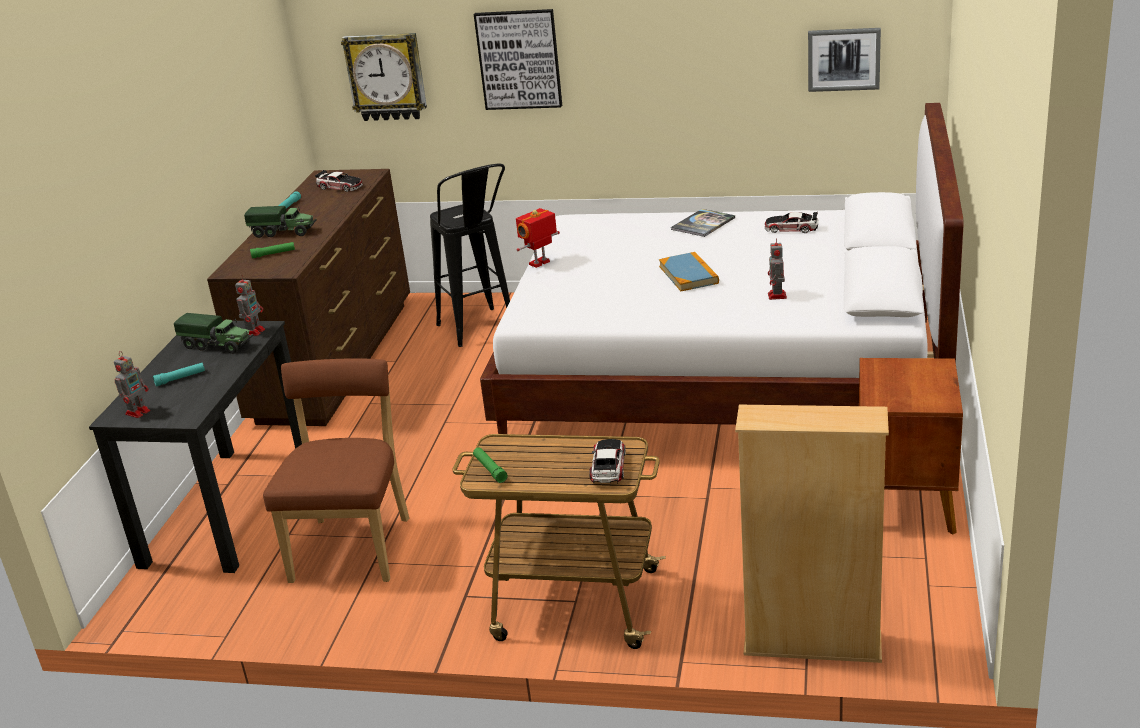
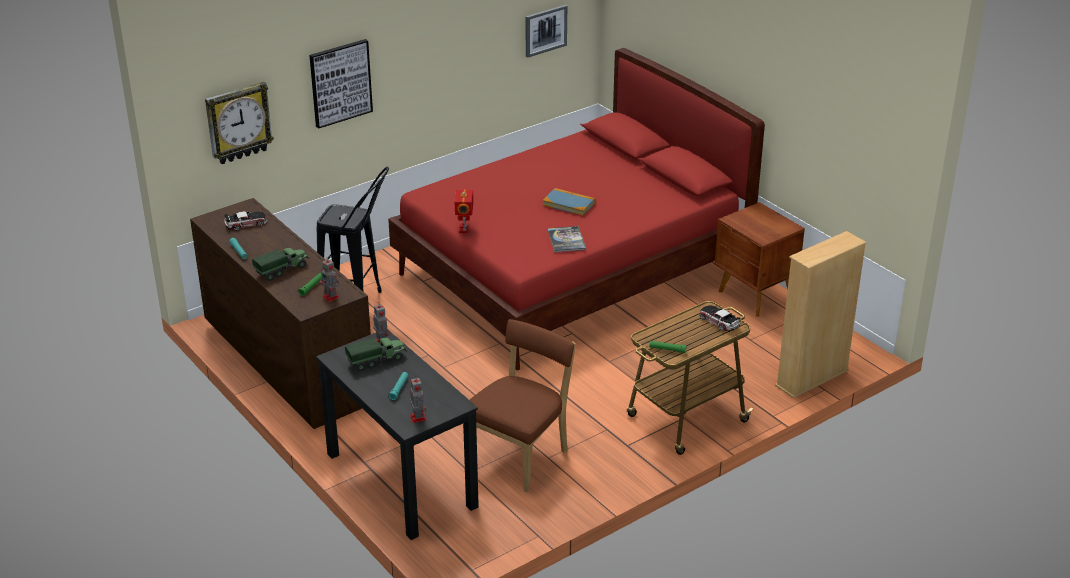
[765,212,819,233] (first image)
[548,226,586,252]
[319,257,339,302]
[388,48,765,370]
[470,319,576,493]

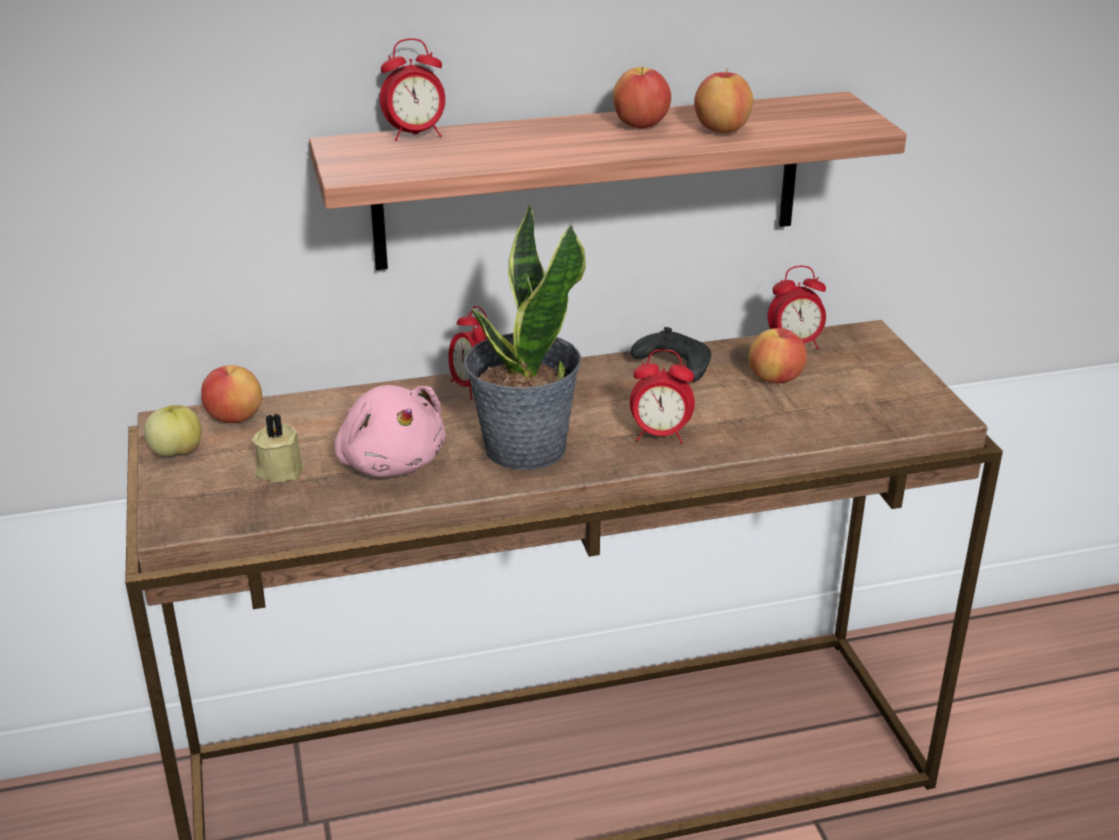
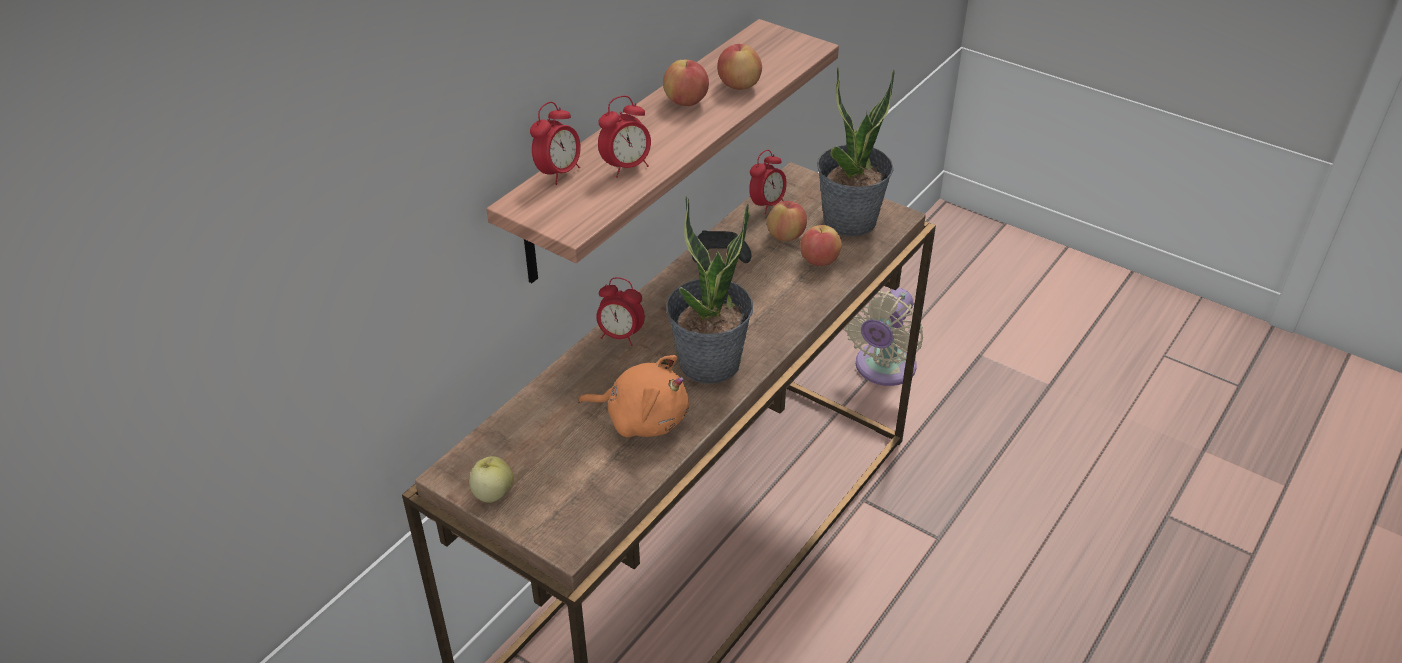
[252,414,304,482] (first image)
[817,66,895,237]
[843,288,923,386]
[800,225,842,266]
[598,96,651,178]
[578,355,689,438]

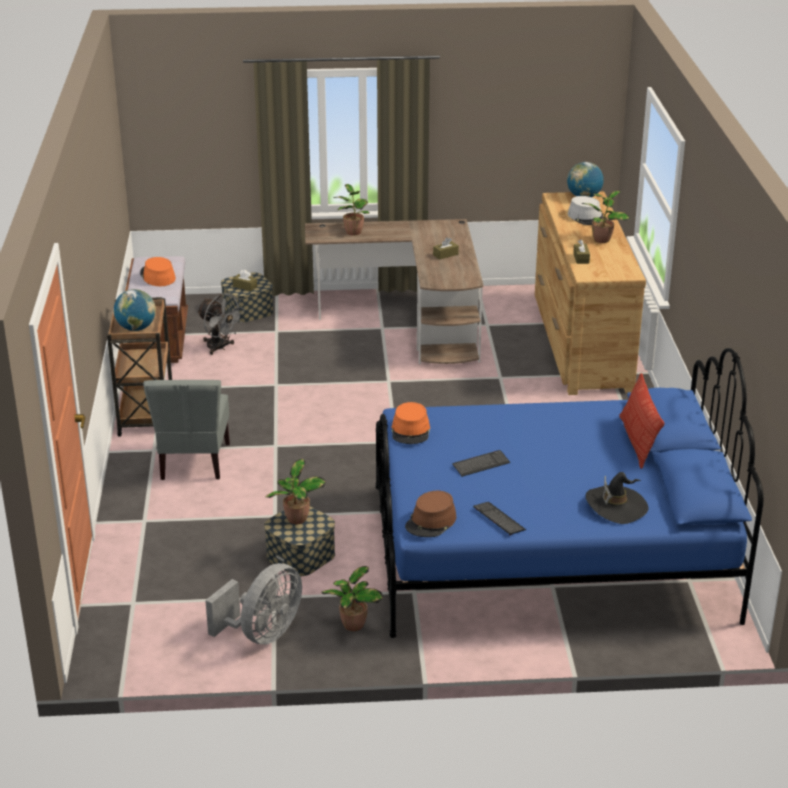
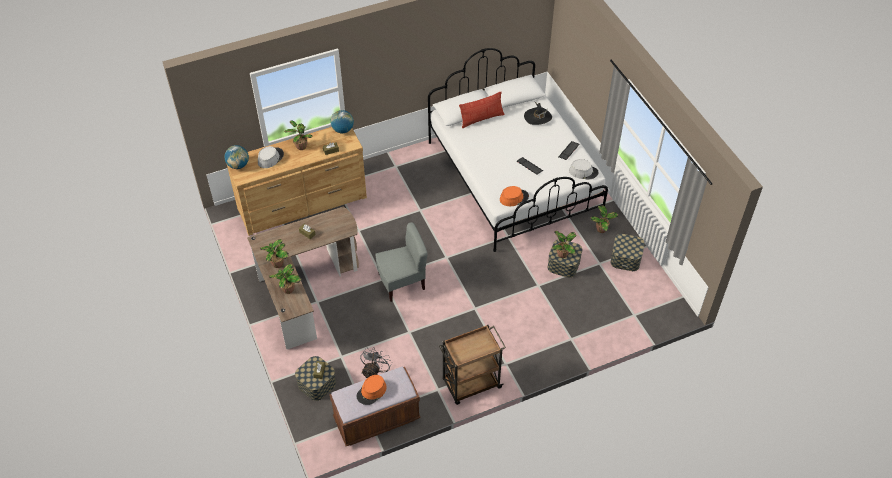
[260,239,289,268]
[331,110,354,133]
[375,222,428,302]
[611,234,645,271]
[428,48,608,252]
[569,159,599,180]

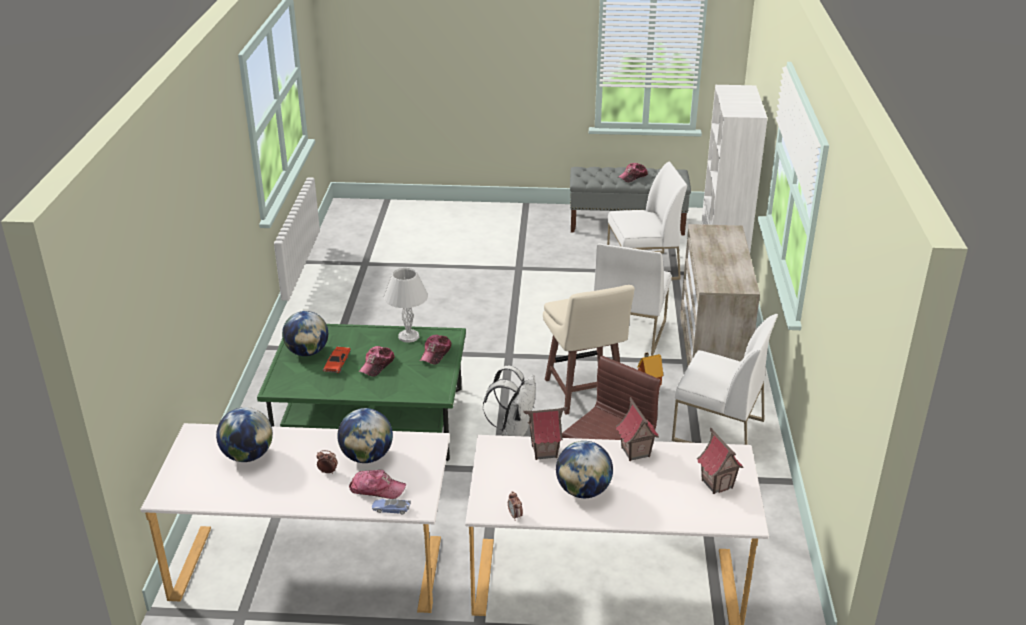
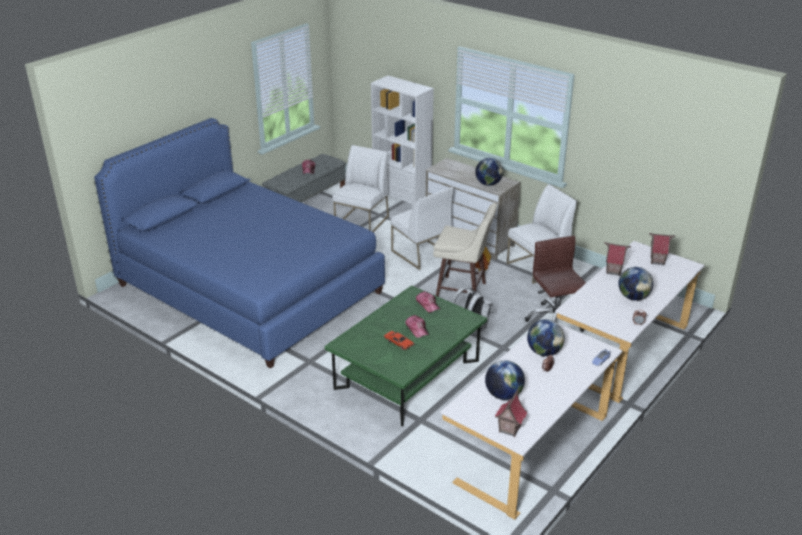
[349,470,406,499] (first image)
[383,268,428,343] (first image)
[94,118,385,369]
[475,158,503,186]
[495,388,527,437]

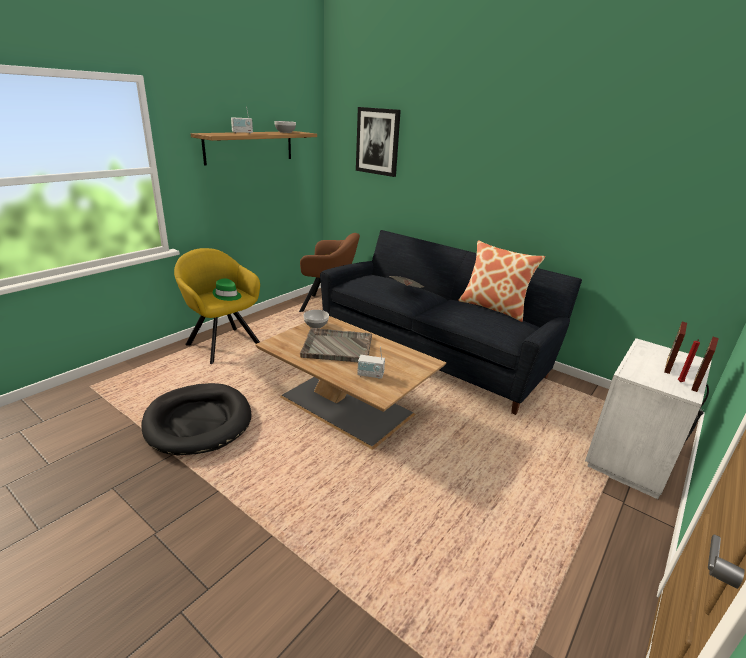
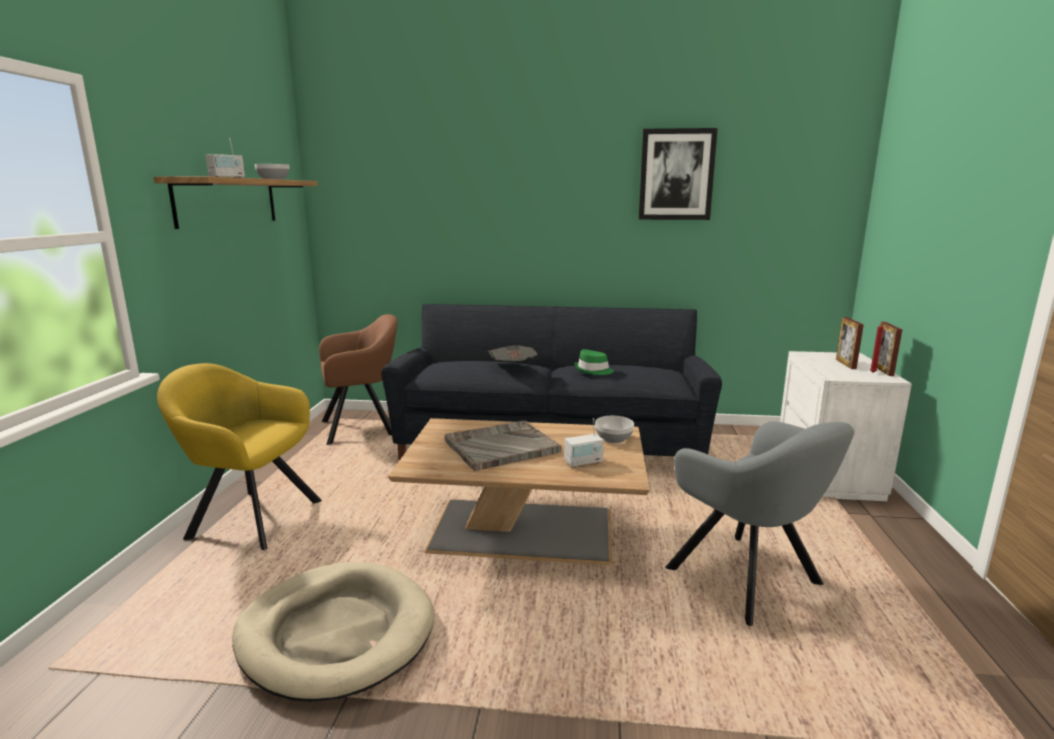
[458,240,545,322] (first image)
[665,421,854,626]
[574,349,614,375]
[595,416,634,443]
[639,128,718,220]
[232,562,434,702]

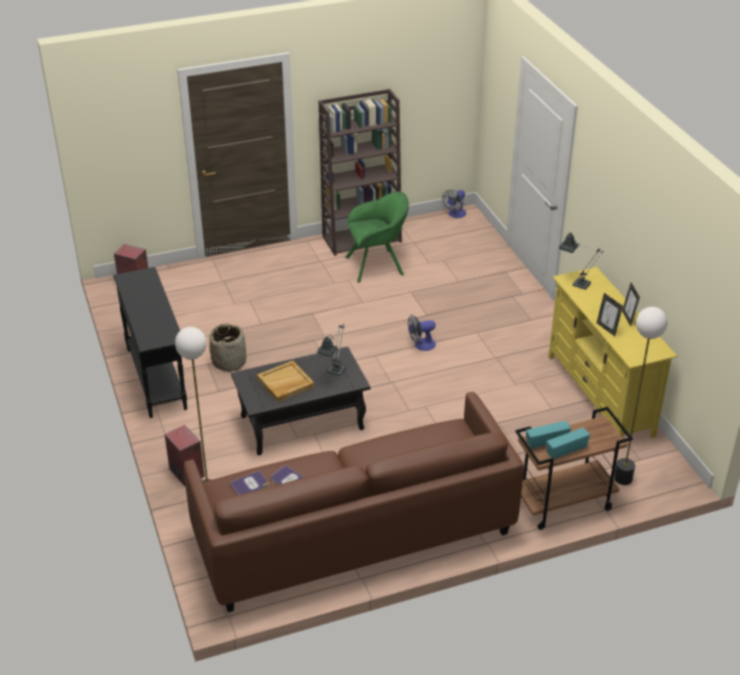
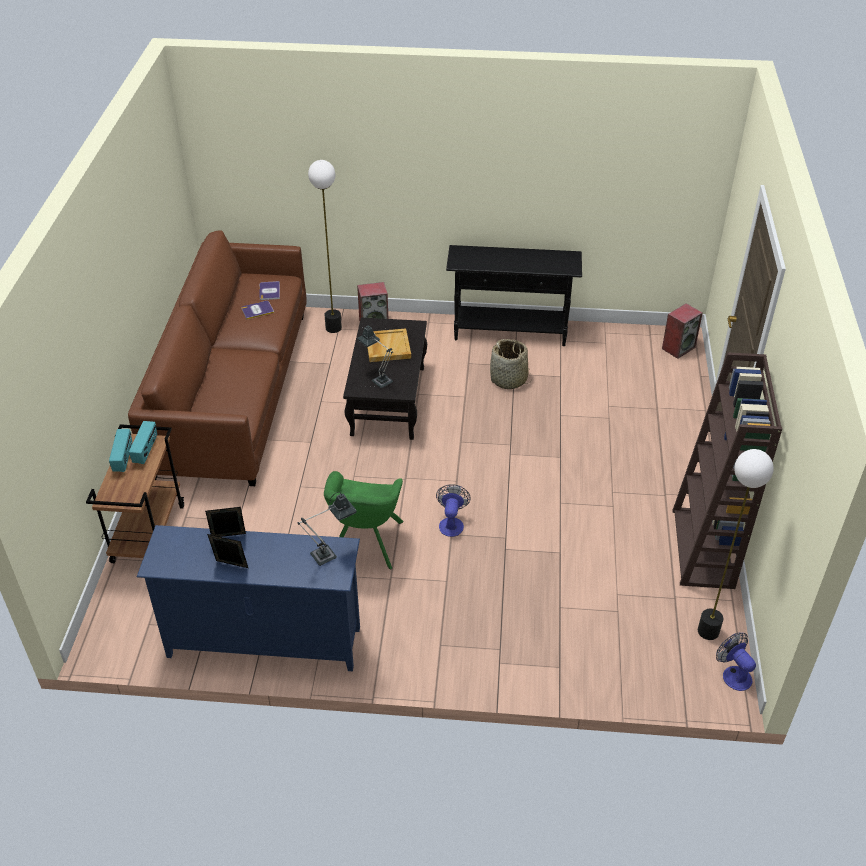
[324,471,403,570]
[698,449,774,640]
[137,525,360,671]

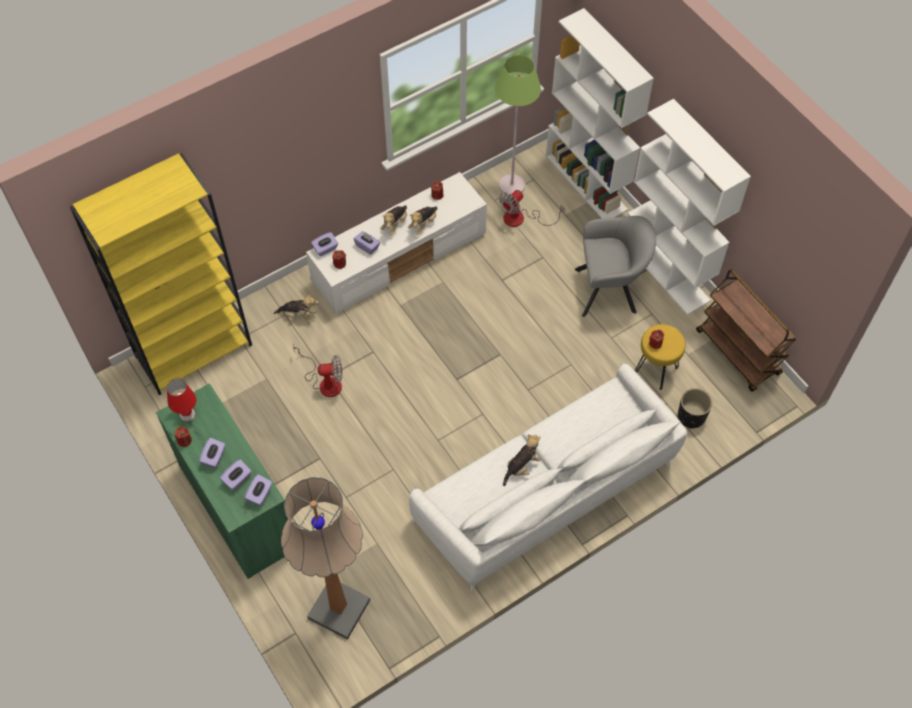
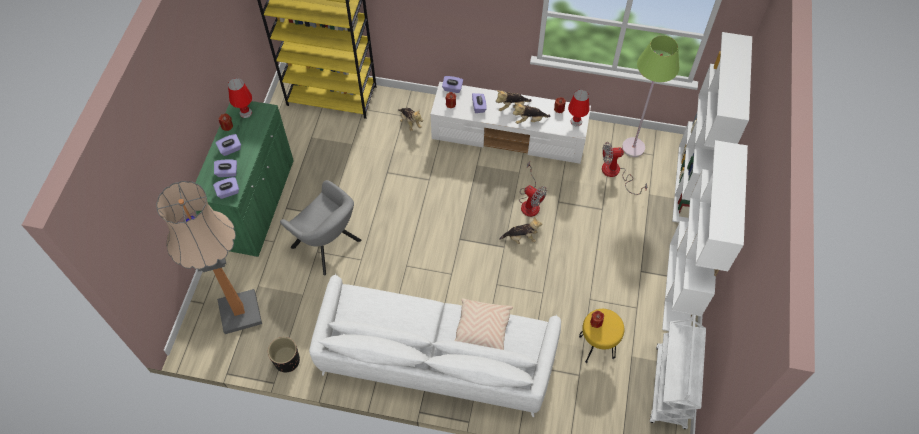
[454,298,513,350]
[568,90,590,126]
[519,161,547,217]
[499,217,542,244]
[280,180,362,276]
[268,337,300,373]
[650,314,706,430]

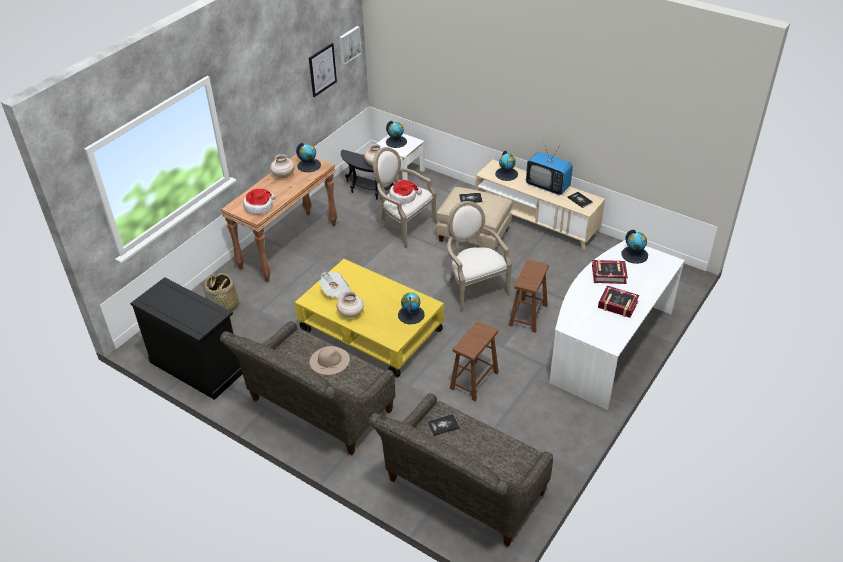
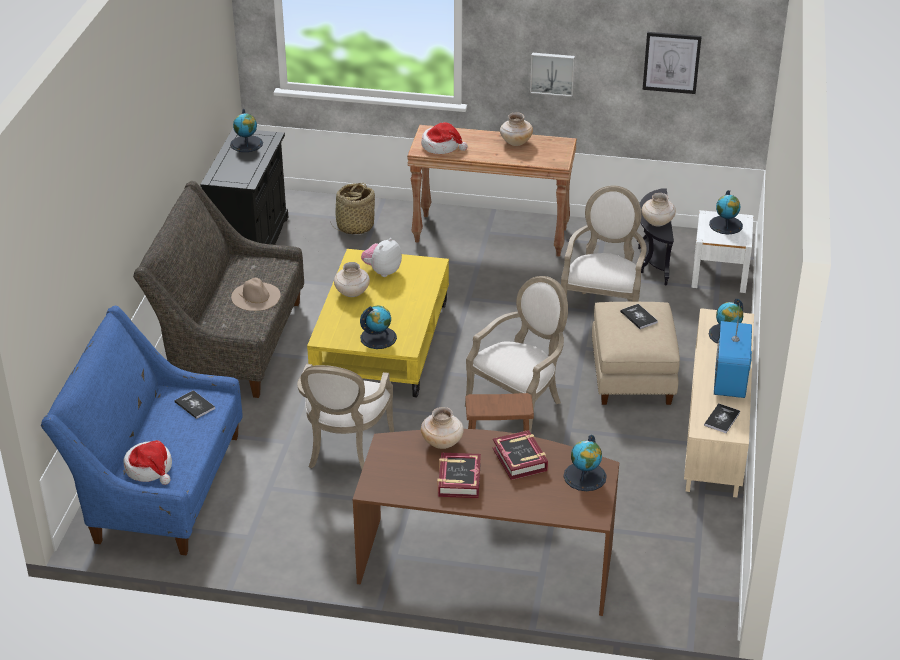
[421,407,464,449]
[230,109,263,152]
[530,53,575,97]
[123,440,172,485]
[361,238,402,277]
[297,364,394,470]
[41,306,242,555]
[353,429,619,616]

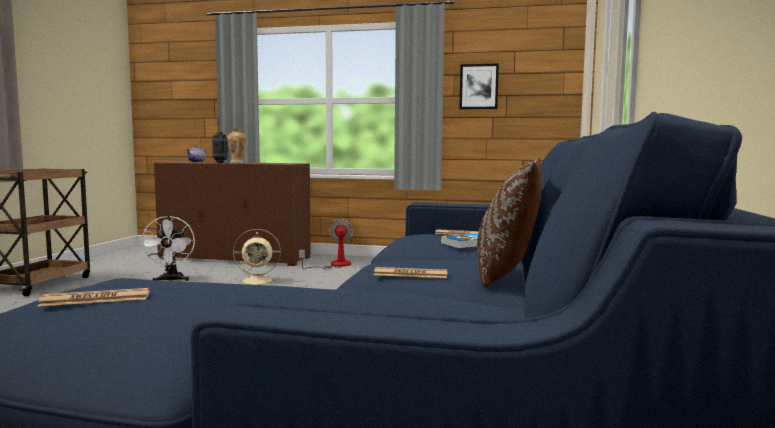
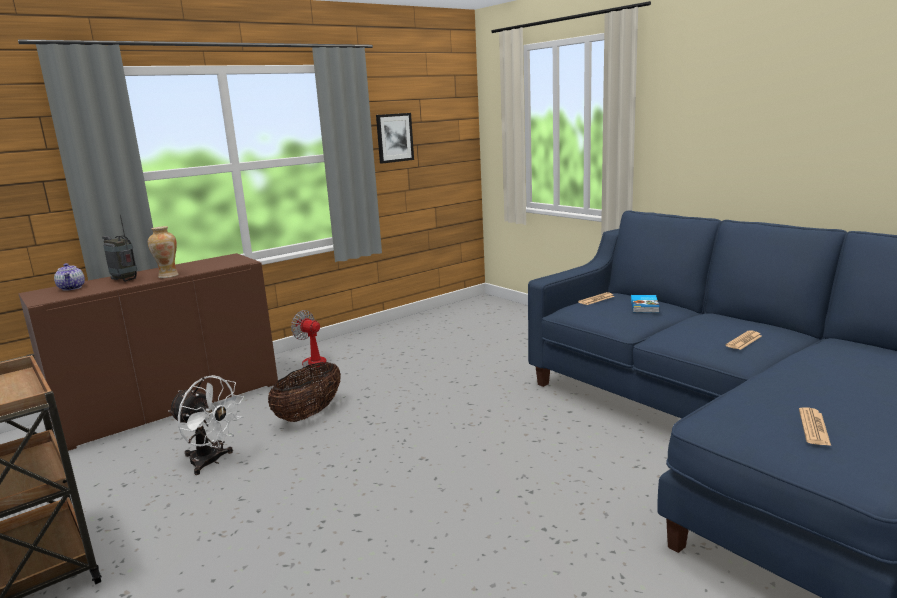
[477,157,543,287] (first image)
[268,362,341,422]

